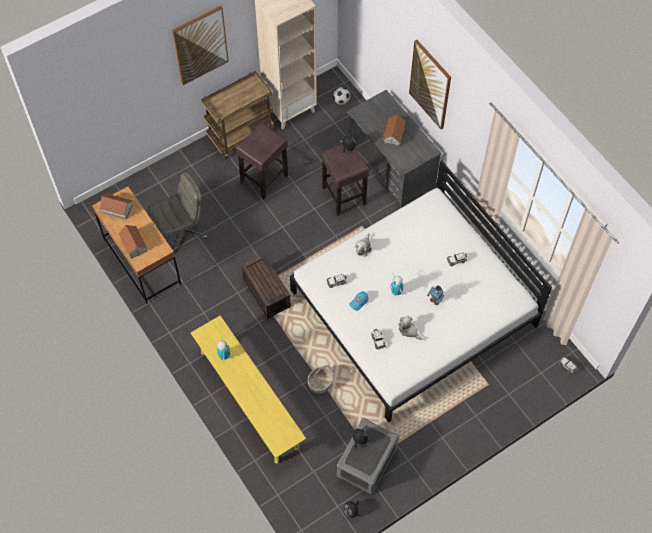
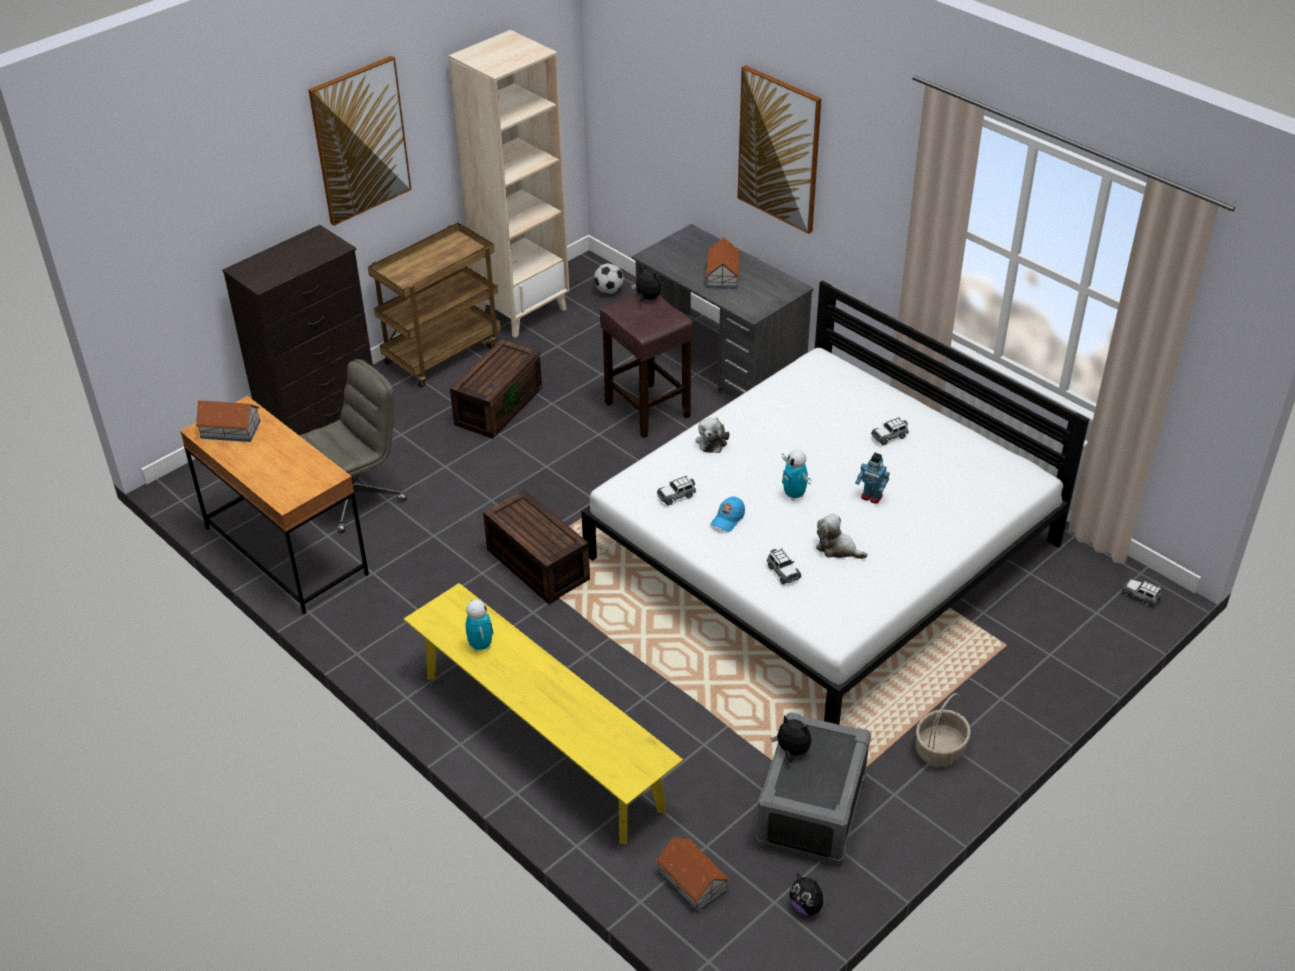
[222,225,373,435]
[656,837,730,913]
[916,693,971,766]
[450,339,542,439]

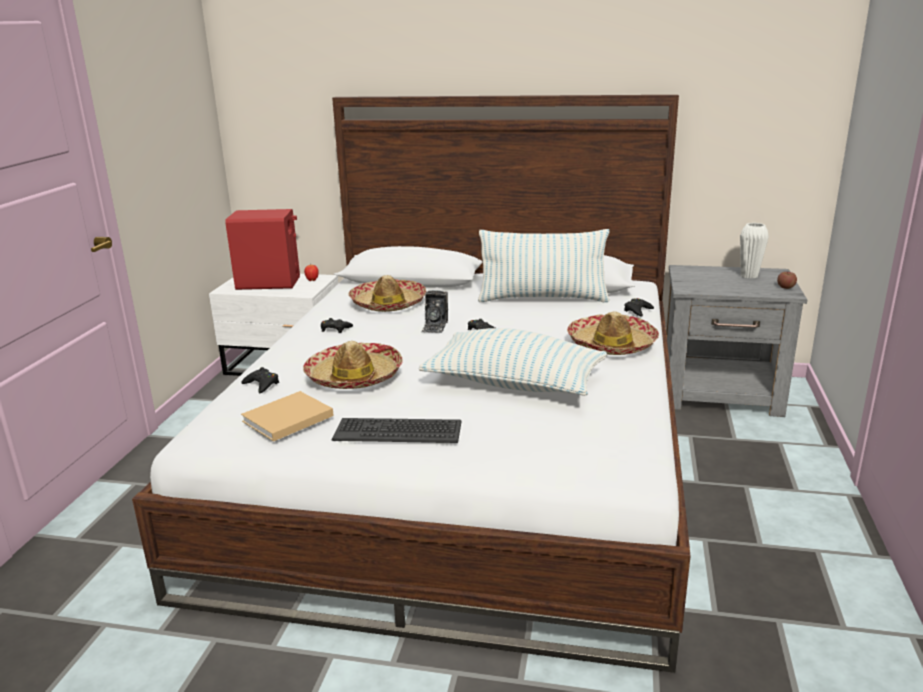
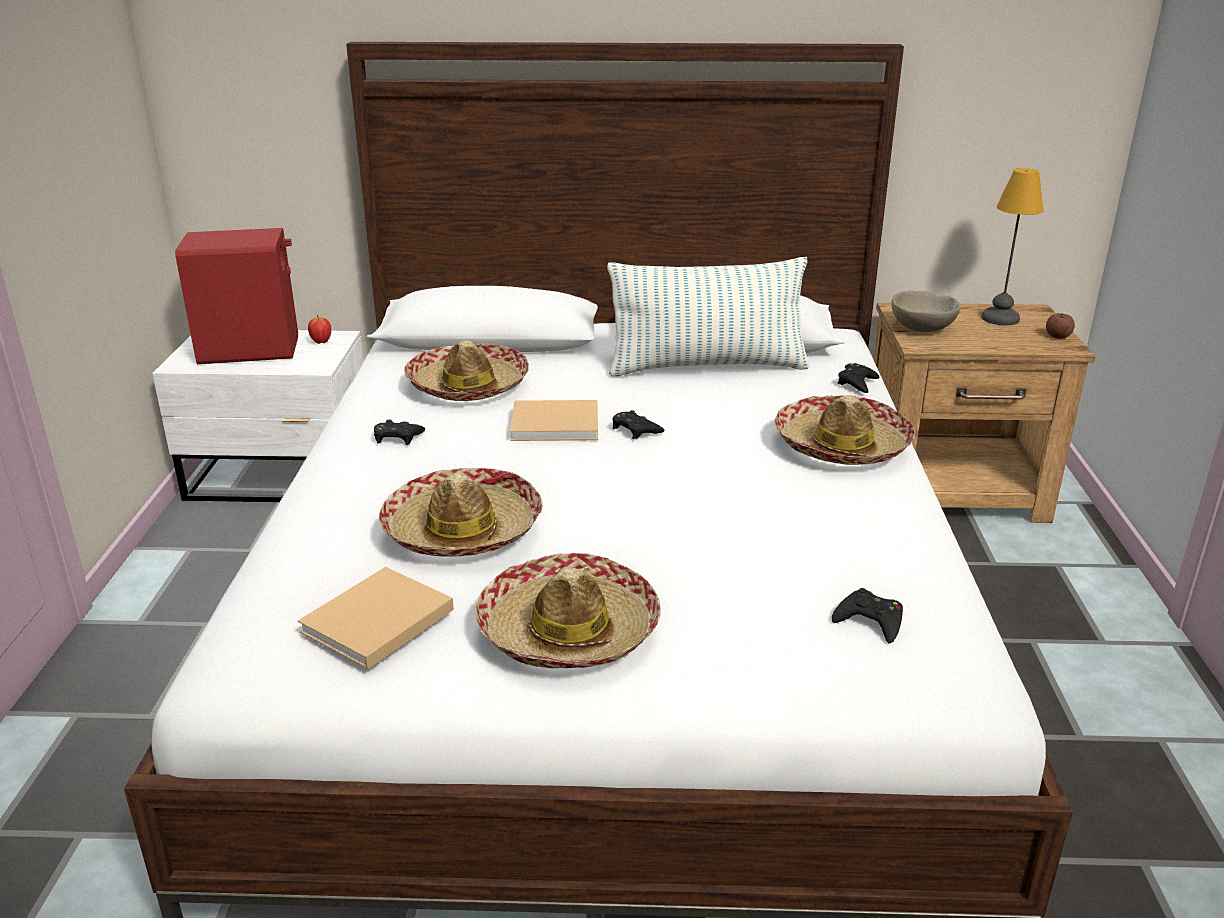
[419,328,607,396] (first image)
[891,291,961,332]
[832,588,903,644]
[476,553,661,668]
[510,400,598,441]
[981,168,1044,325]
[874,303,1095,523]

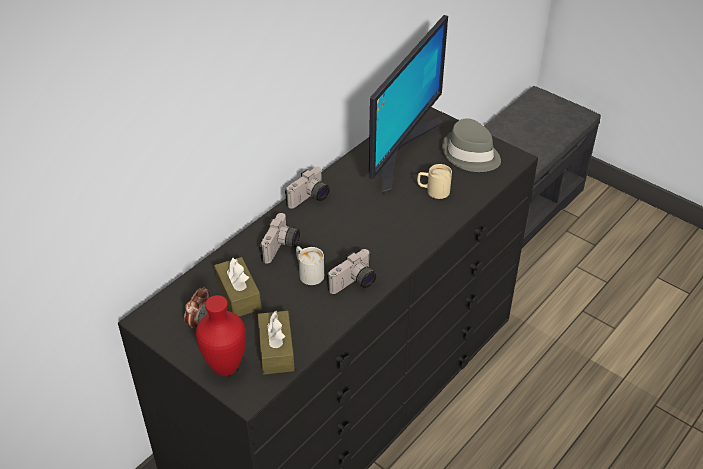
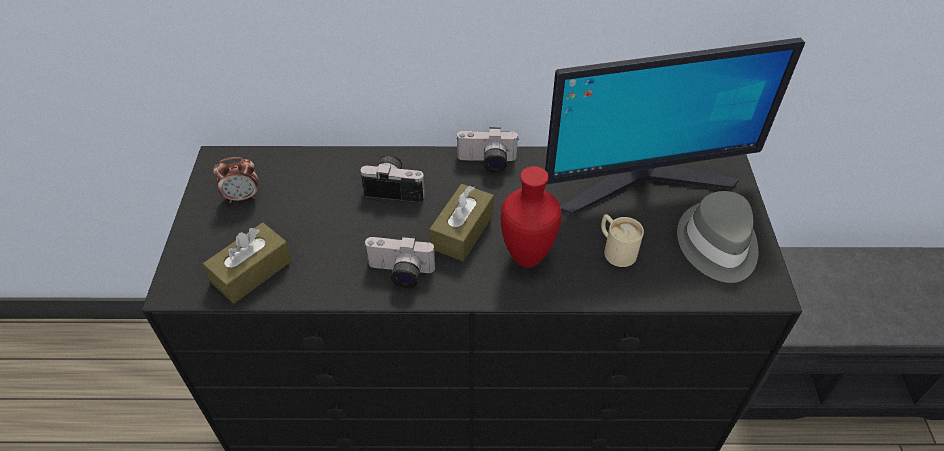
[296,246,324,285] (first image)
[500,166,562,268]
[429,184,494,261]
[360,155,425,202]

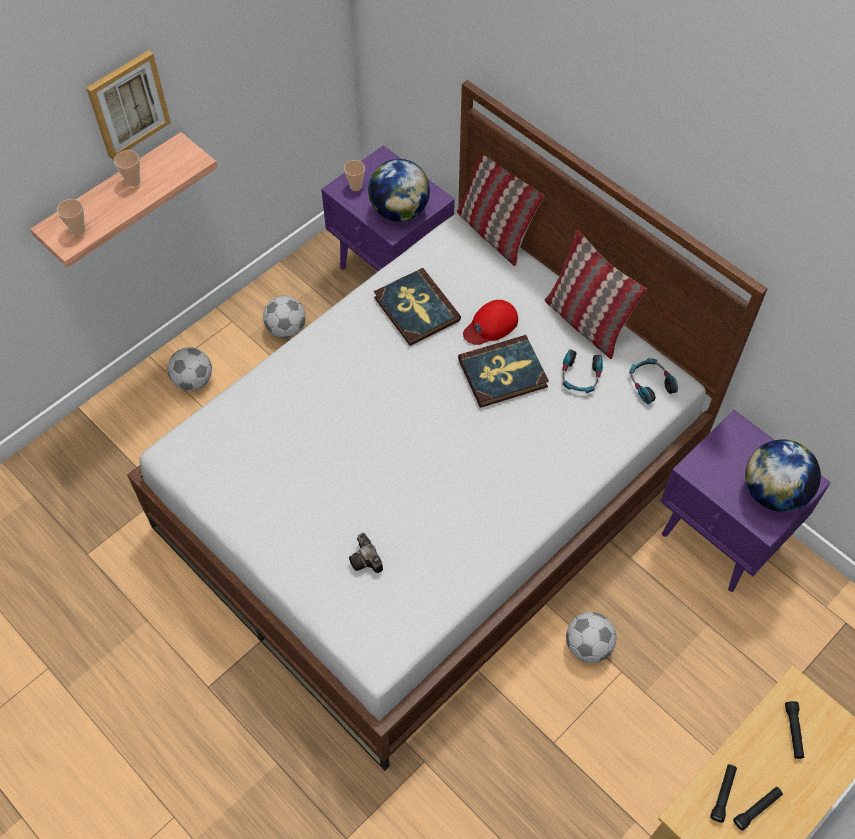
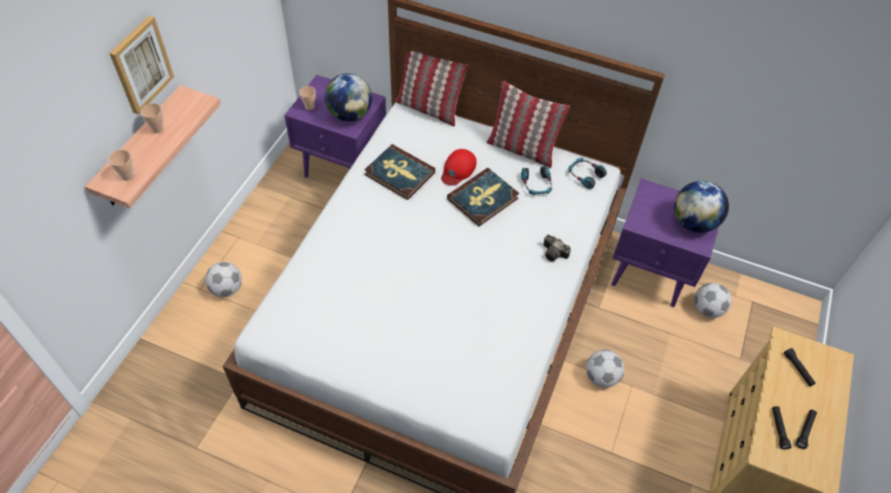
[694,283,731,318]
[543,235,571,261]

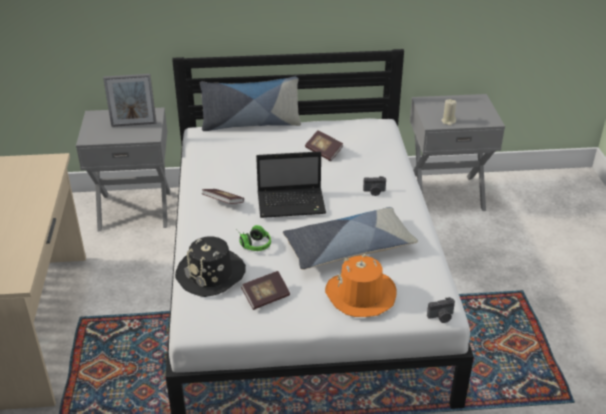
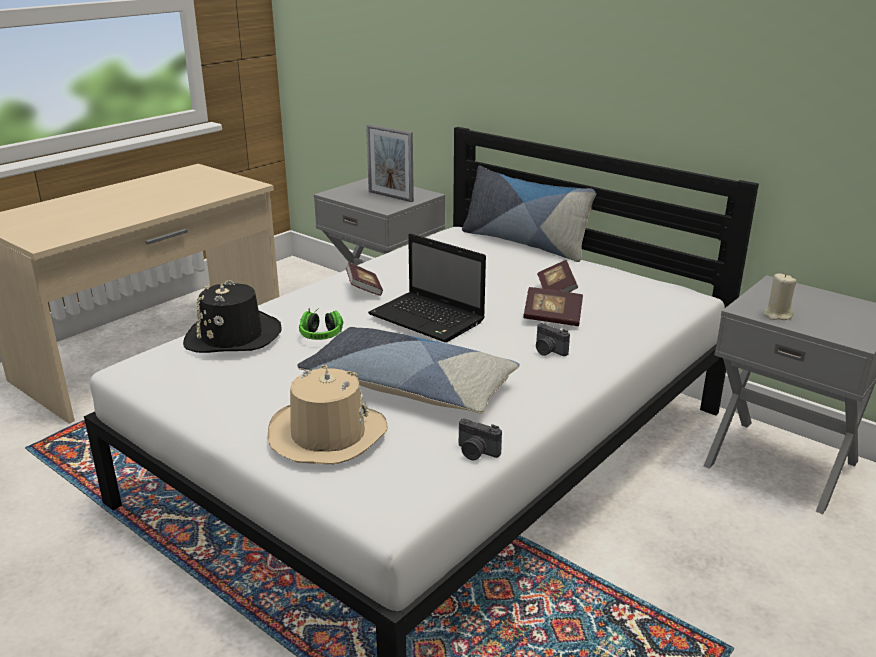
[523,287,583,326]
[459,419,502,460]
[268,365,388,464]

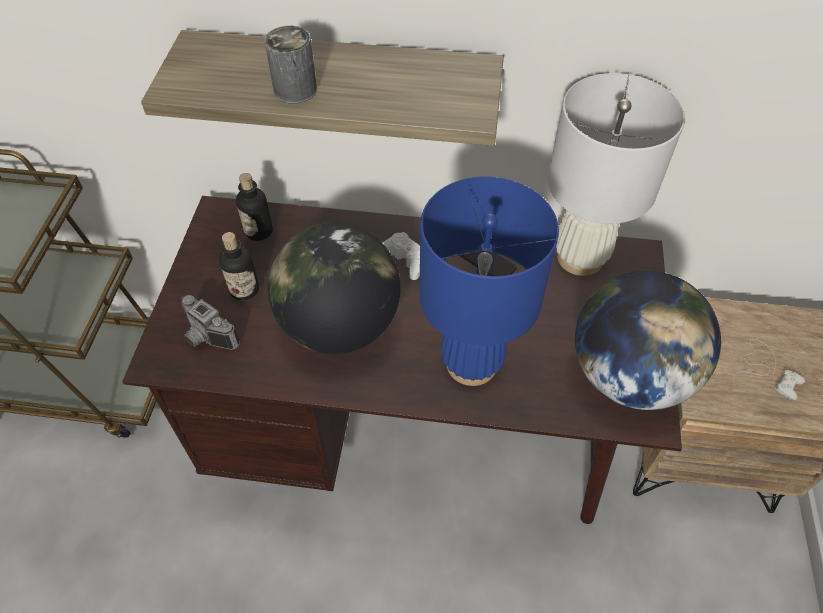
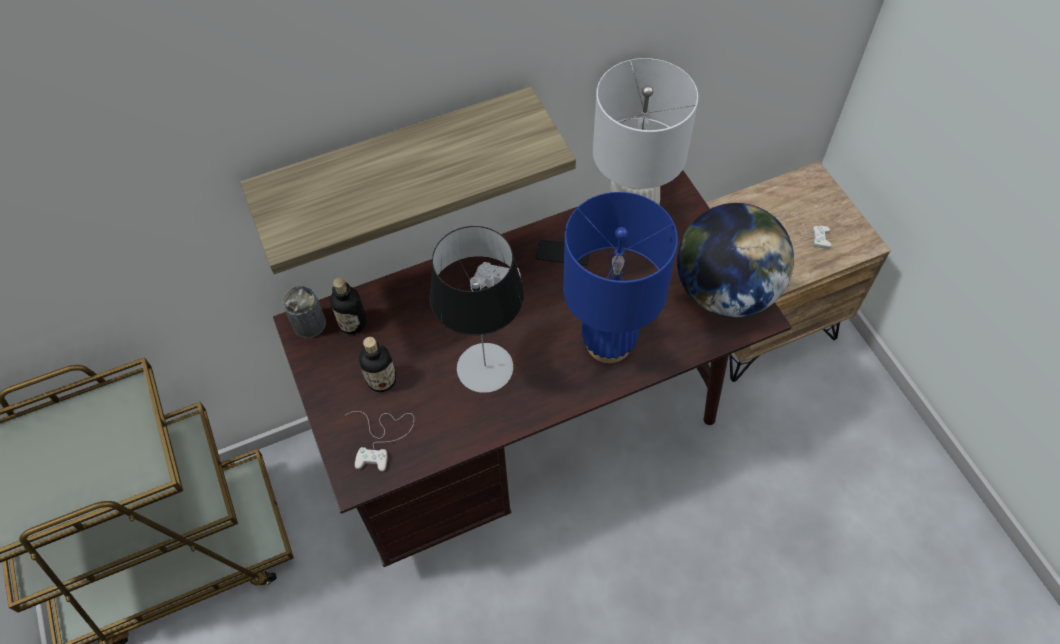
[282,286,326,338]
[346,411,414,472]
[429,226,524,393]

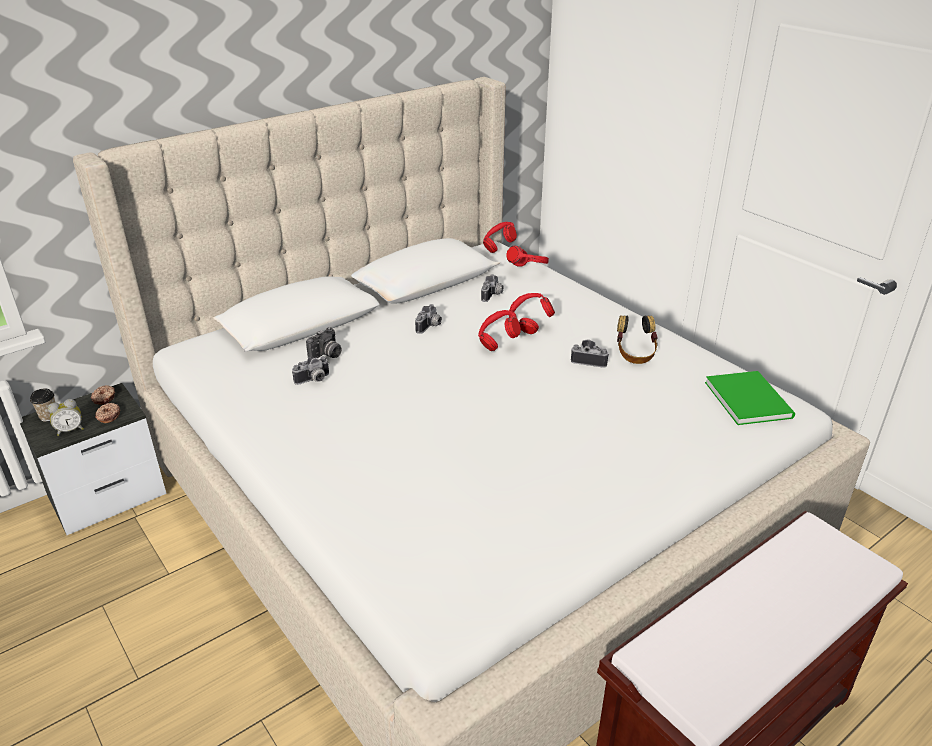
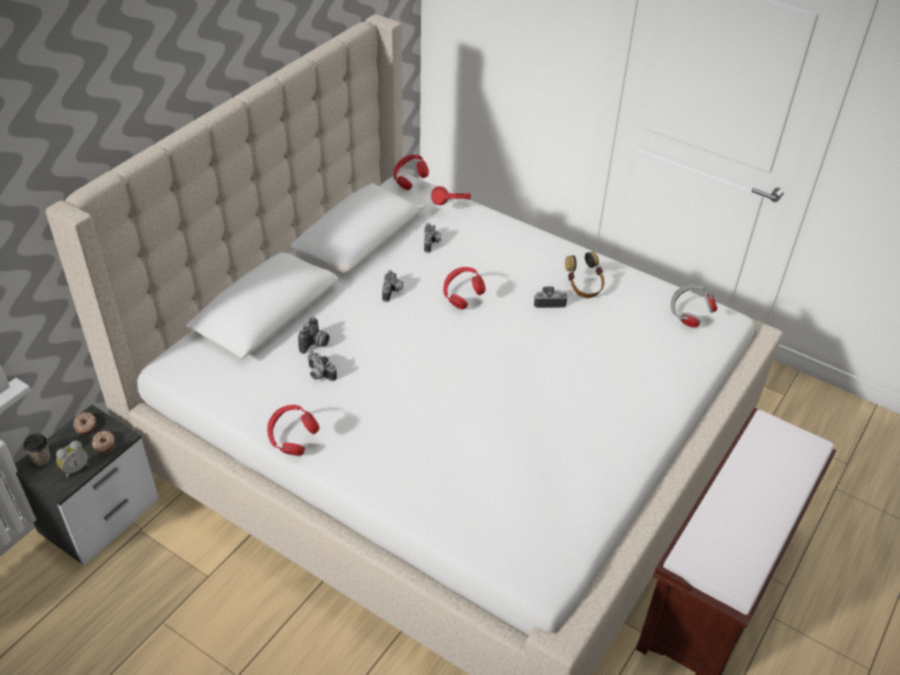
[267,405,320,456]
[671,284,717,328]
[307,351,337,381]

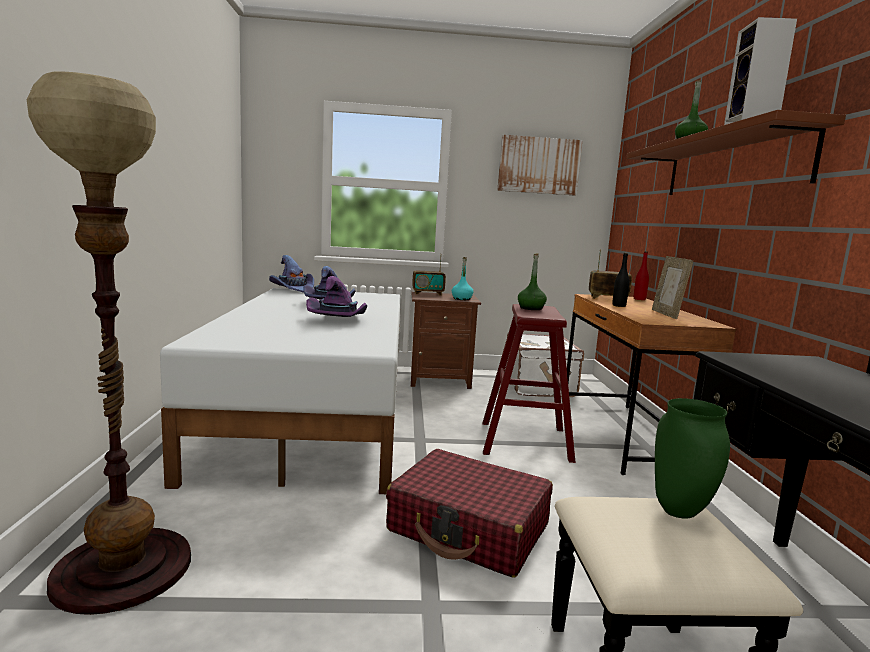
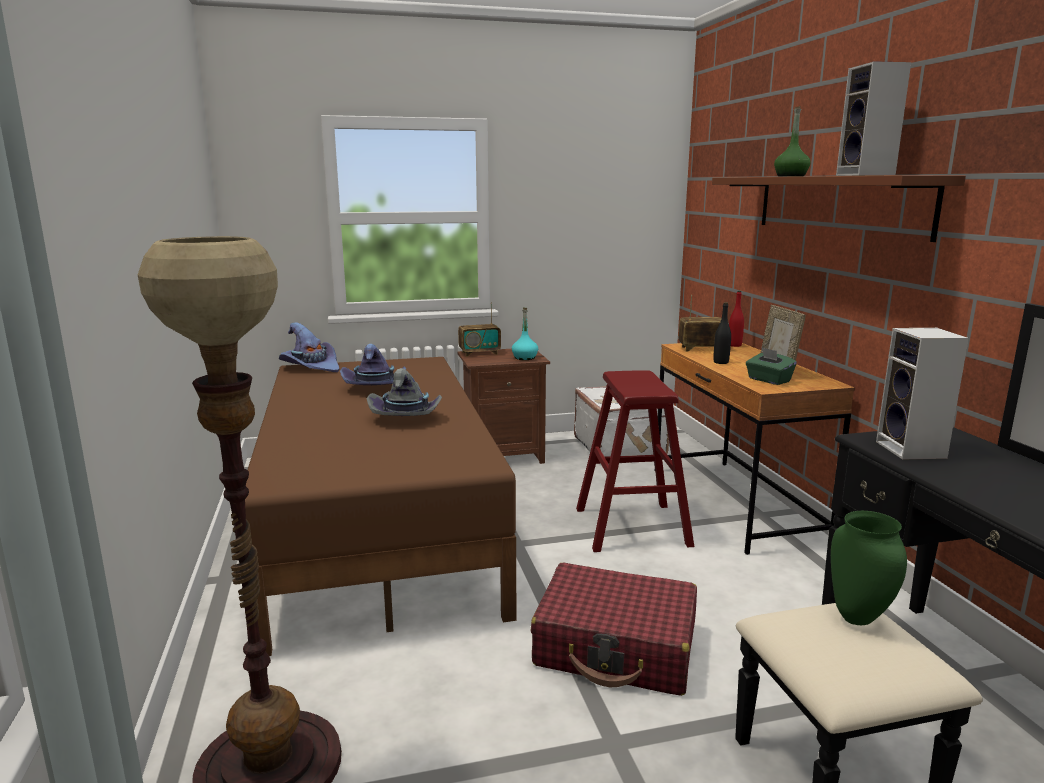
[497,135,582,196] (first image)
[518,253,547,310] (first image)
[746,347,797,385]
[876,328,969,460]
[245,357,516,656]
[366,368,442,416]

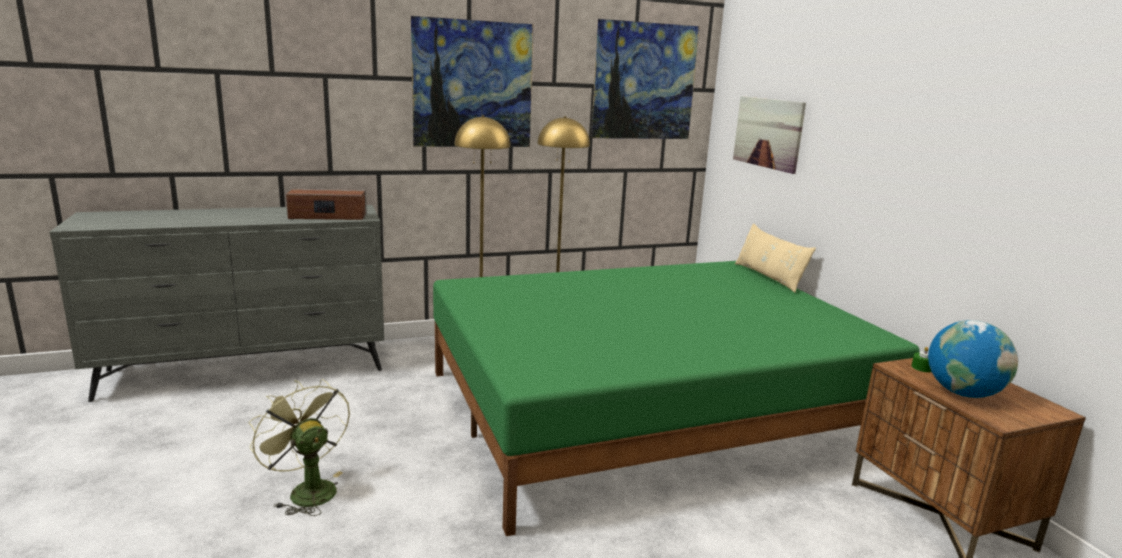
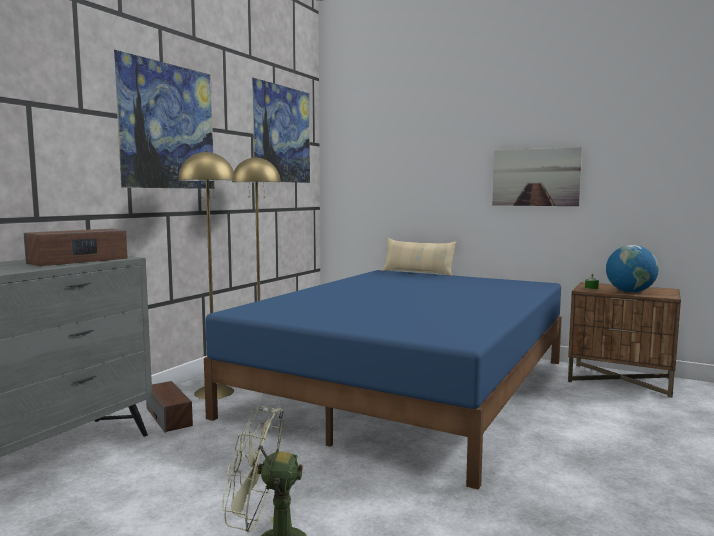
[146,381,193,433]
[492,147,582,206]
[204,270,562,490]

